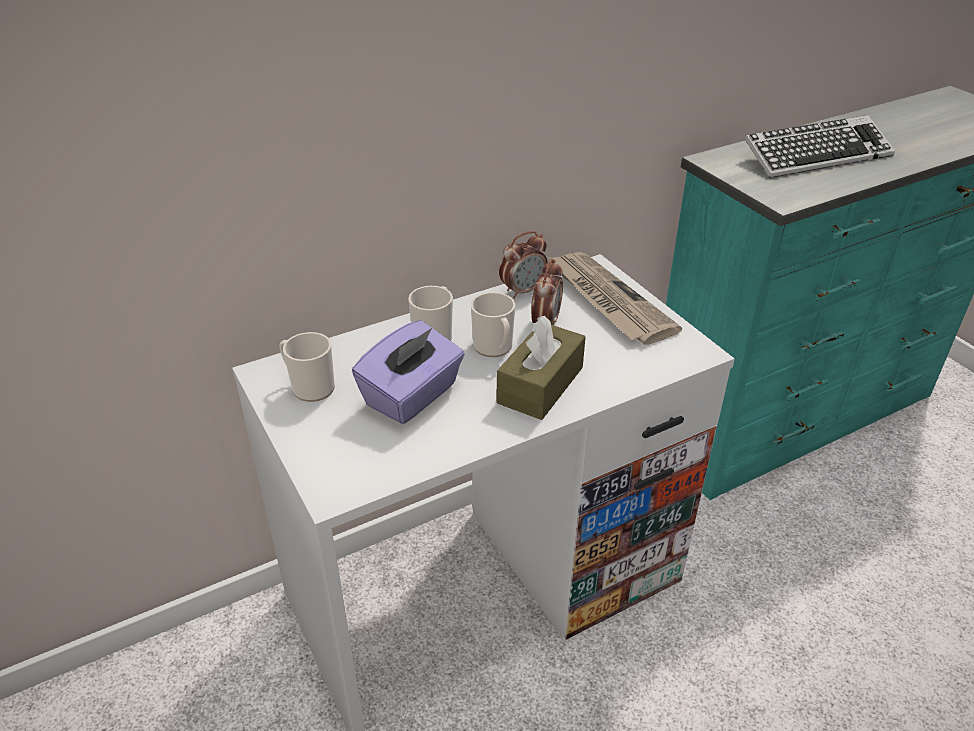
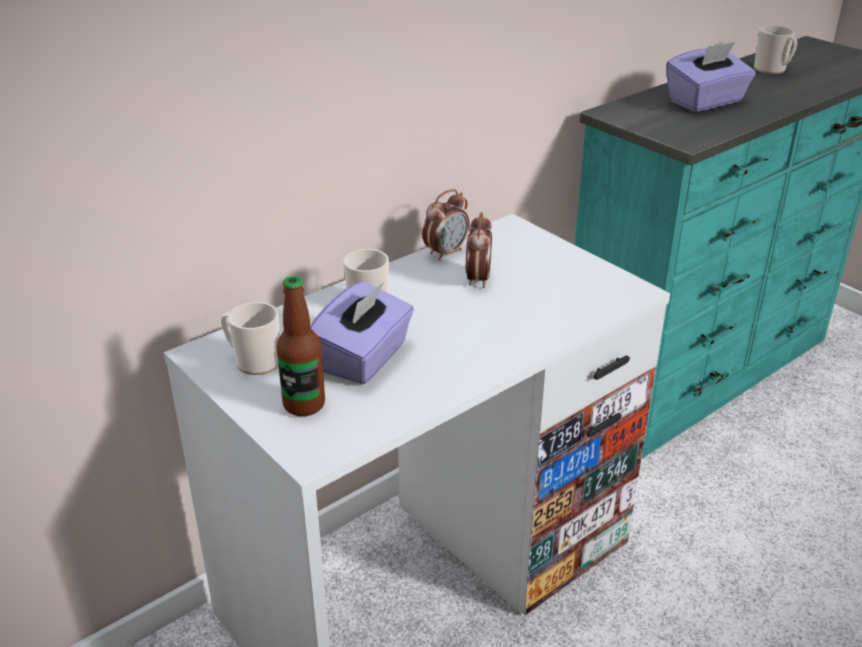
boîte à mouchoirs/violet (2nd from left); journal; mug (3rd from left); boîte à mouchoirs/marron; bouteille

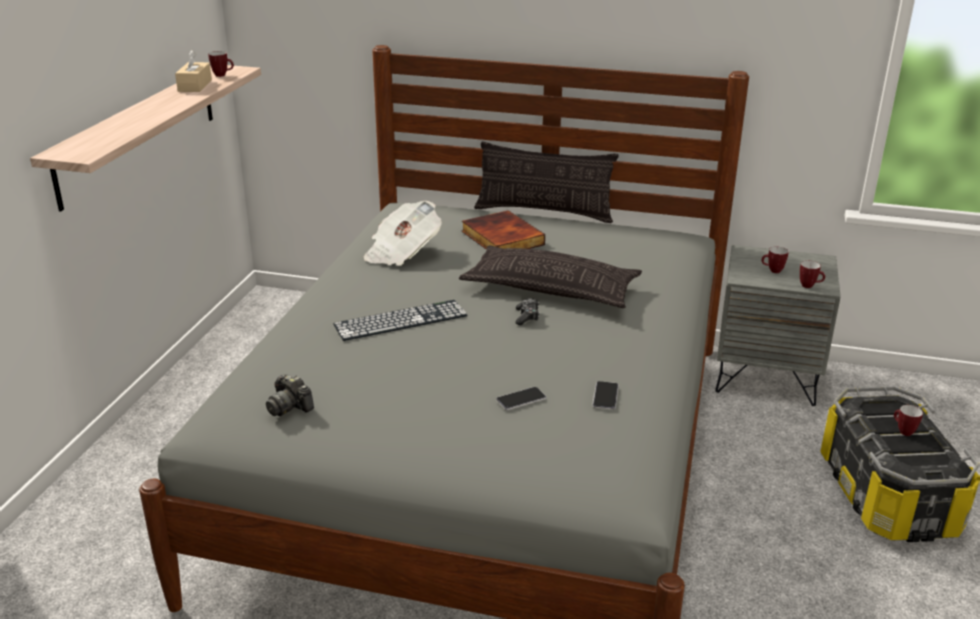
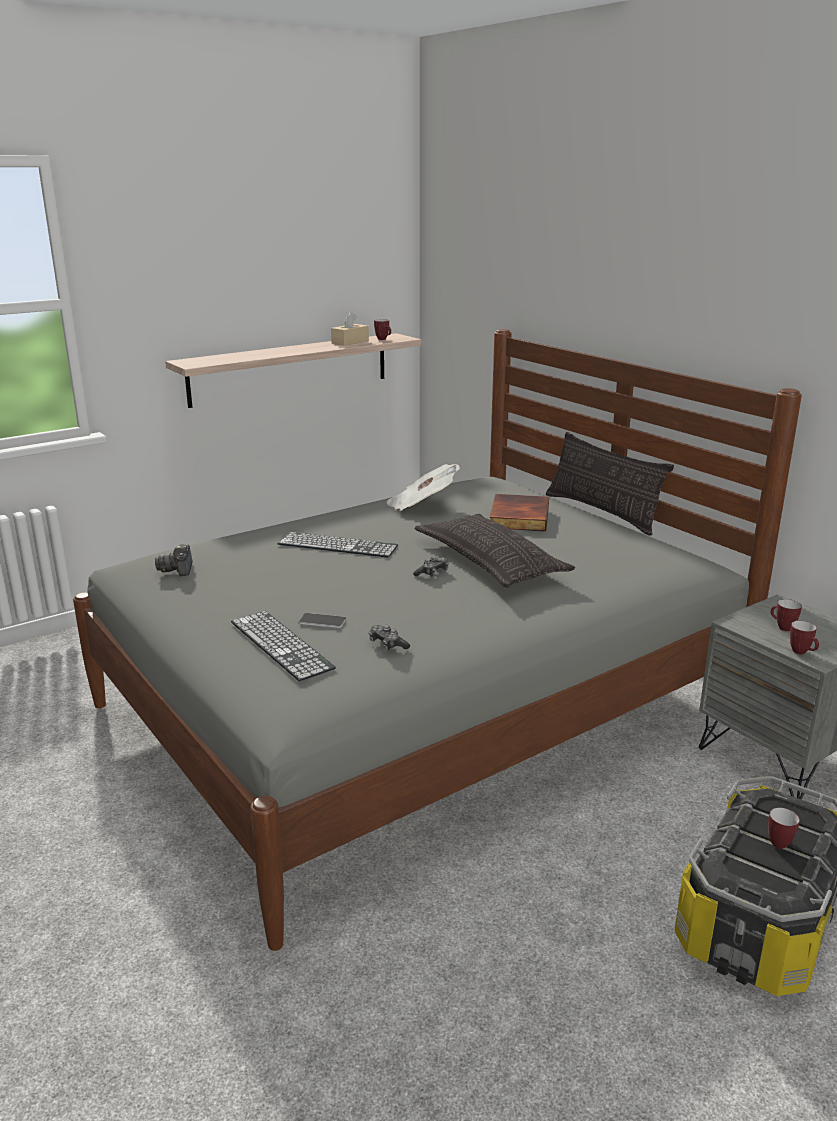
manette (1st from left); clavier (1st from left)

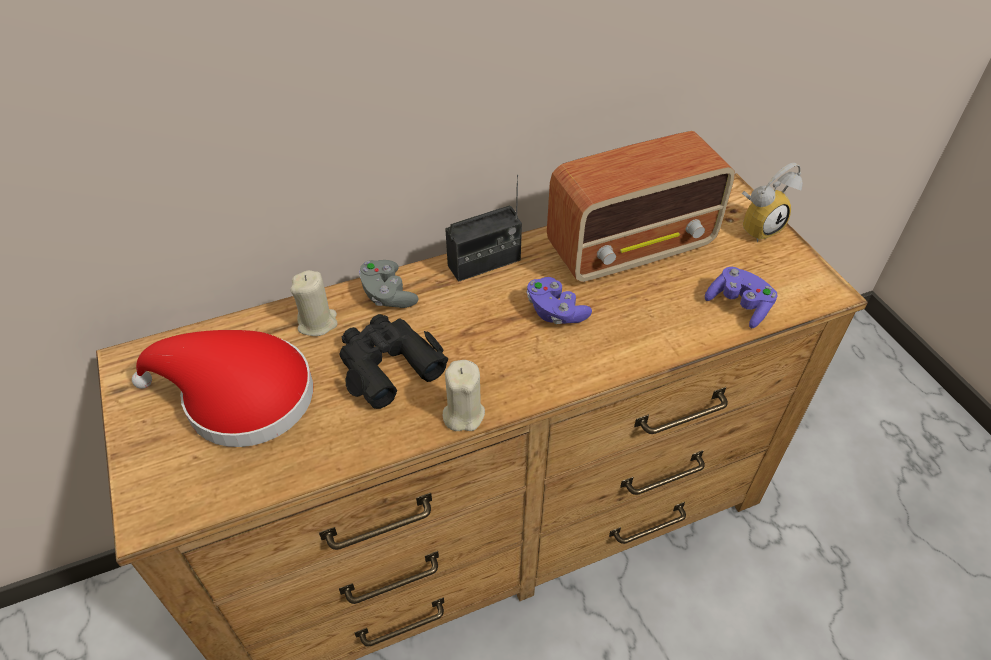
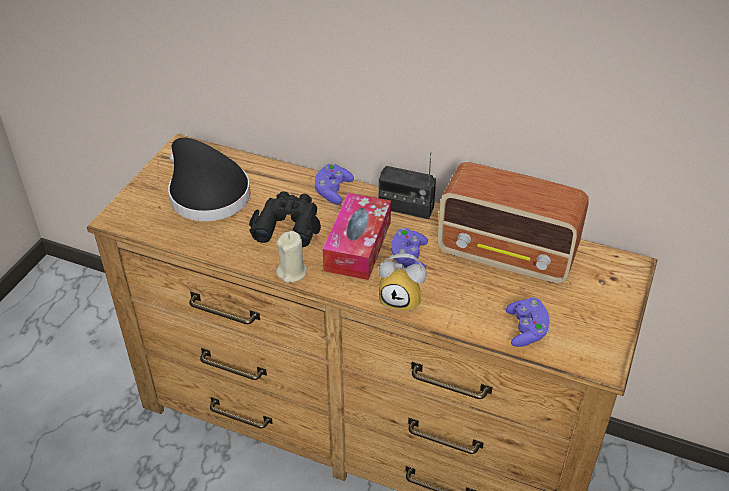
réveil; manette/violet (1st from left); bougie/beige (1st from left in the first image); chapeau/noir; boîte à mouchoirs

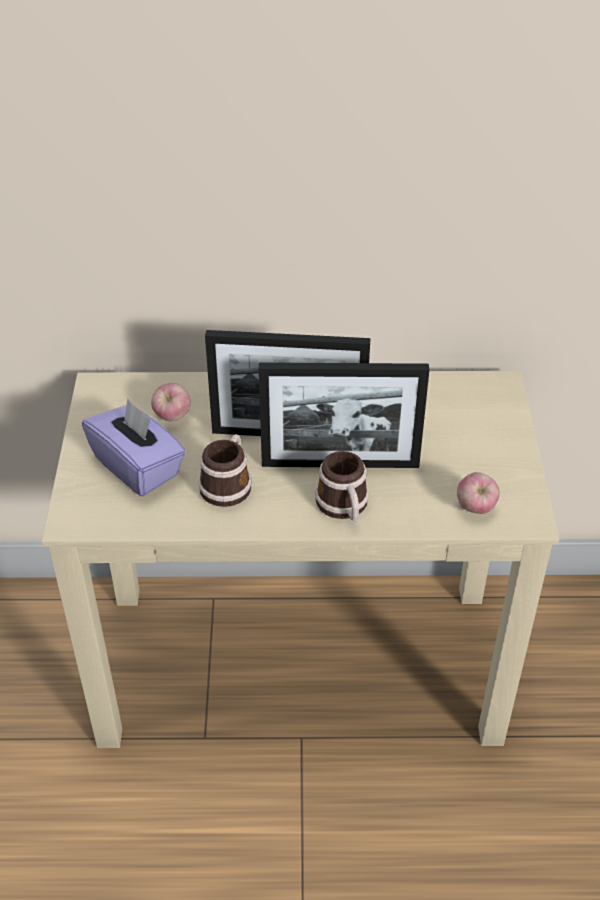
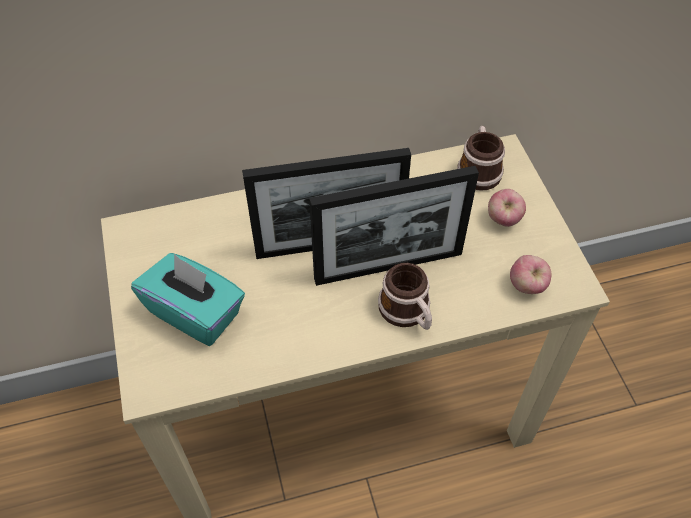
pomme (1st from left); boîte à mouchoirs/turquoise; mug (2nd from left)

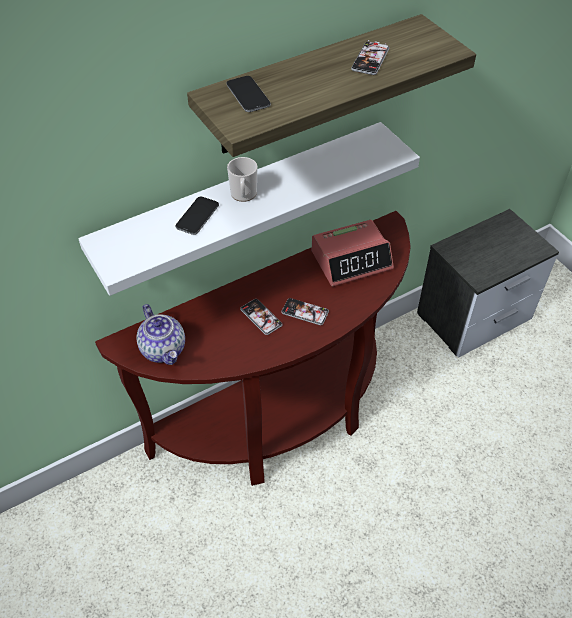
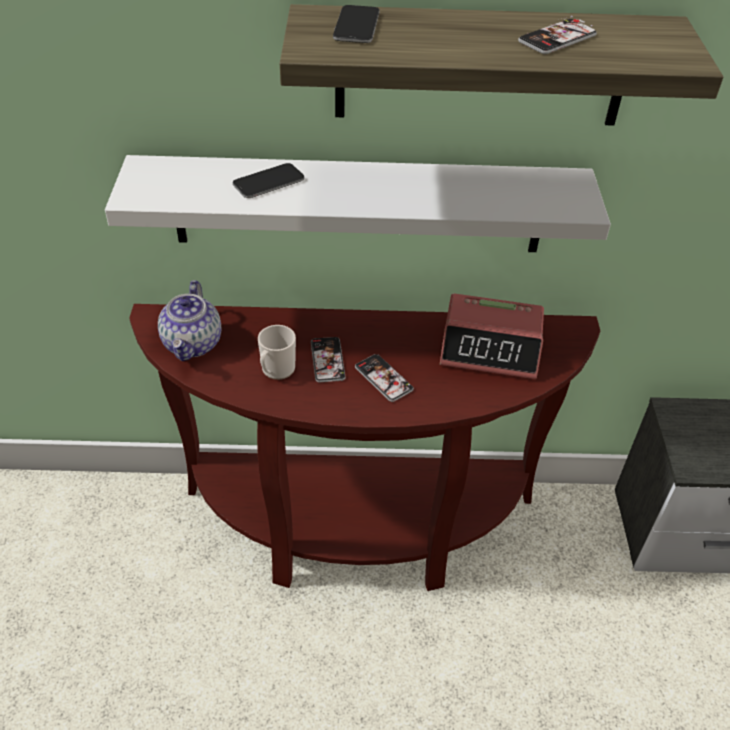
mug

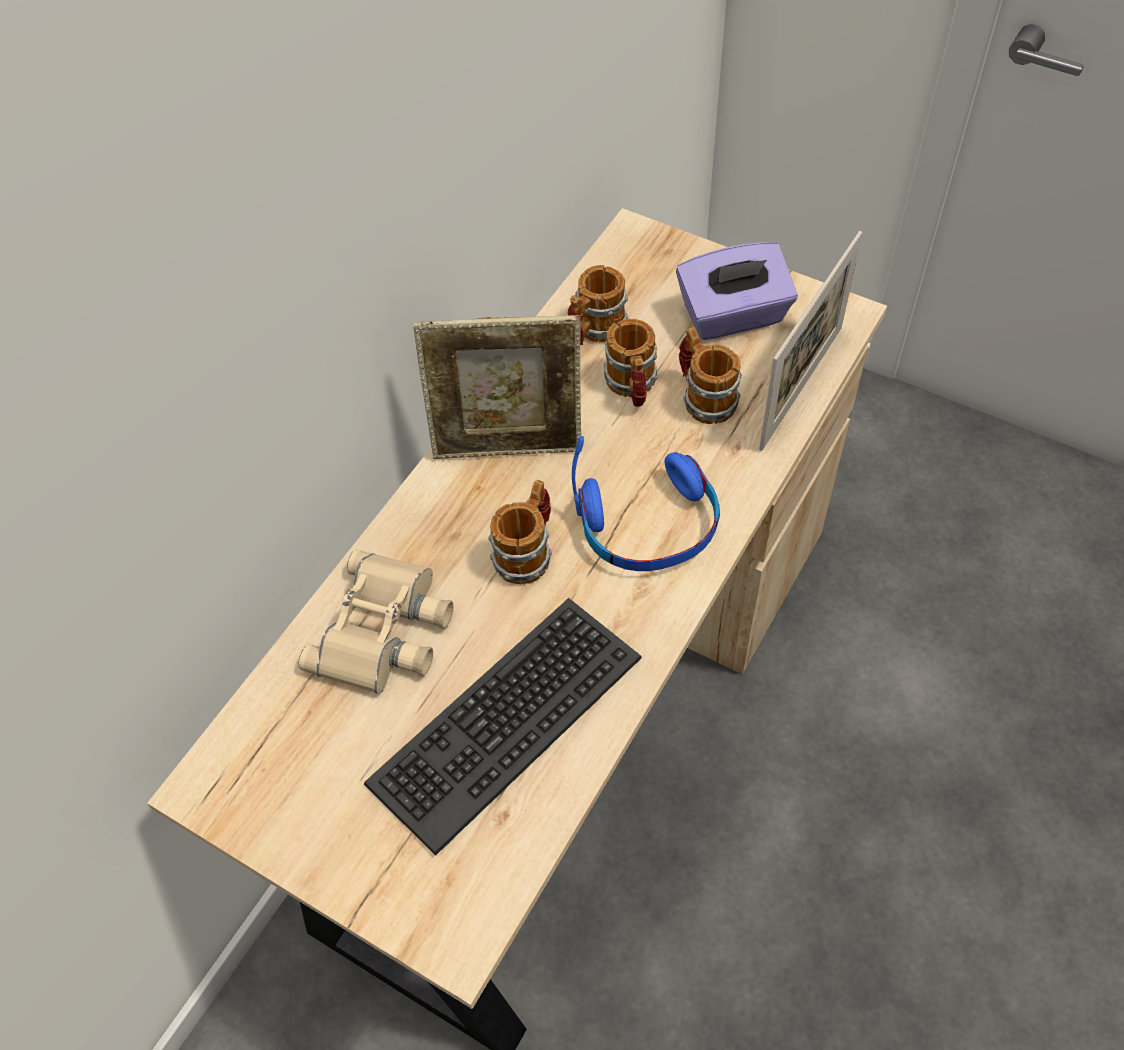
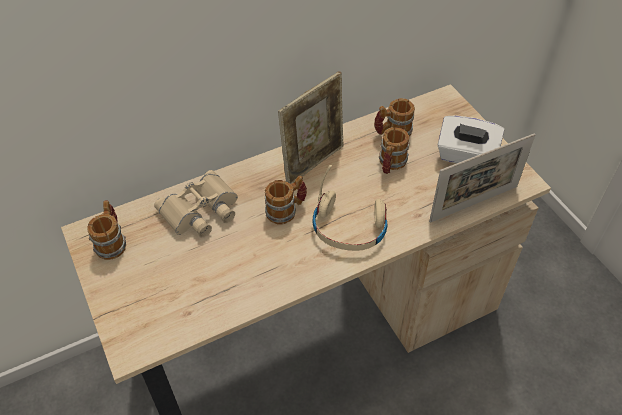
boîte à mouchoirs/blanc; cadre photo (1st from left); mug (1st from left); casque audio/beige; clavier

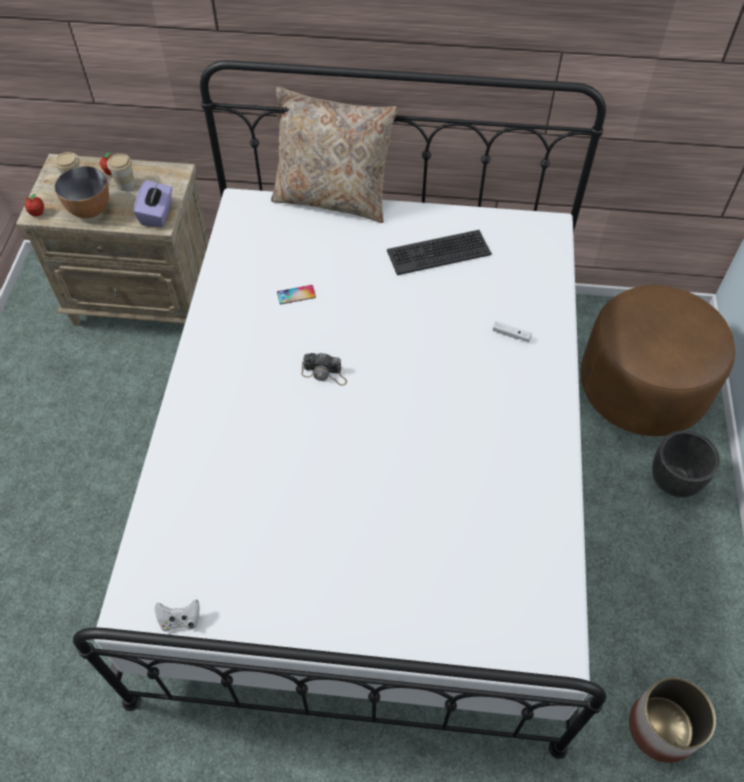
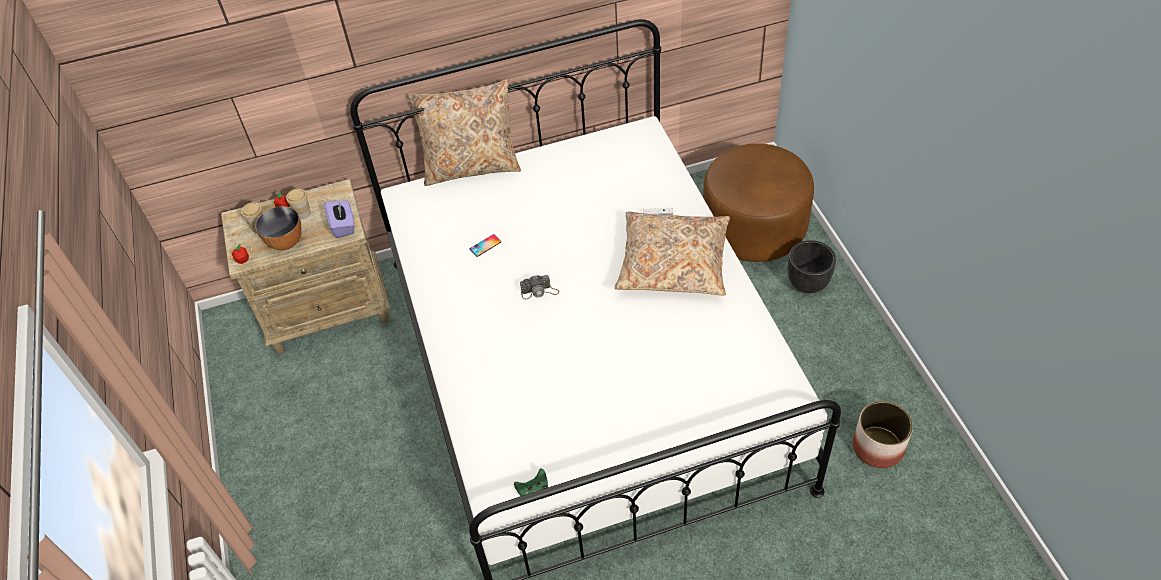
clavier; manette/vert; coussin/beige (2nd from left)

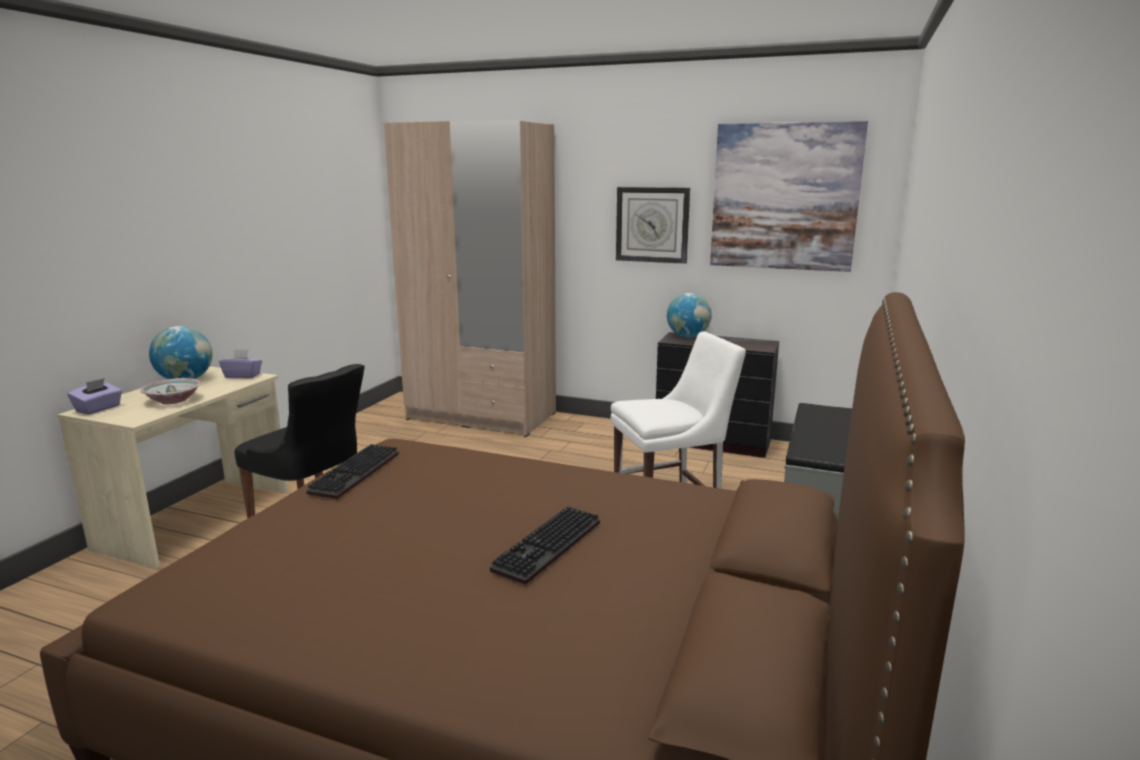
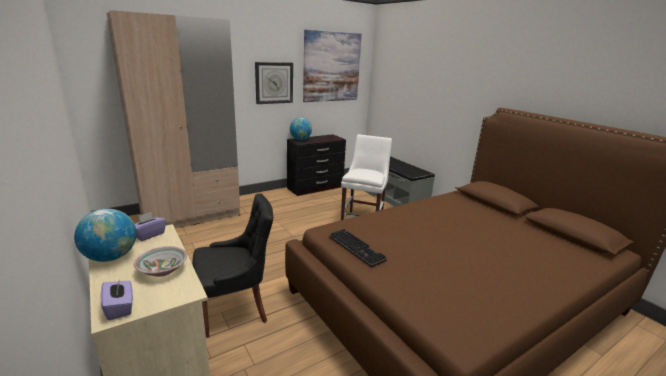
clavier (2nd from left in the first image)

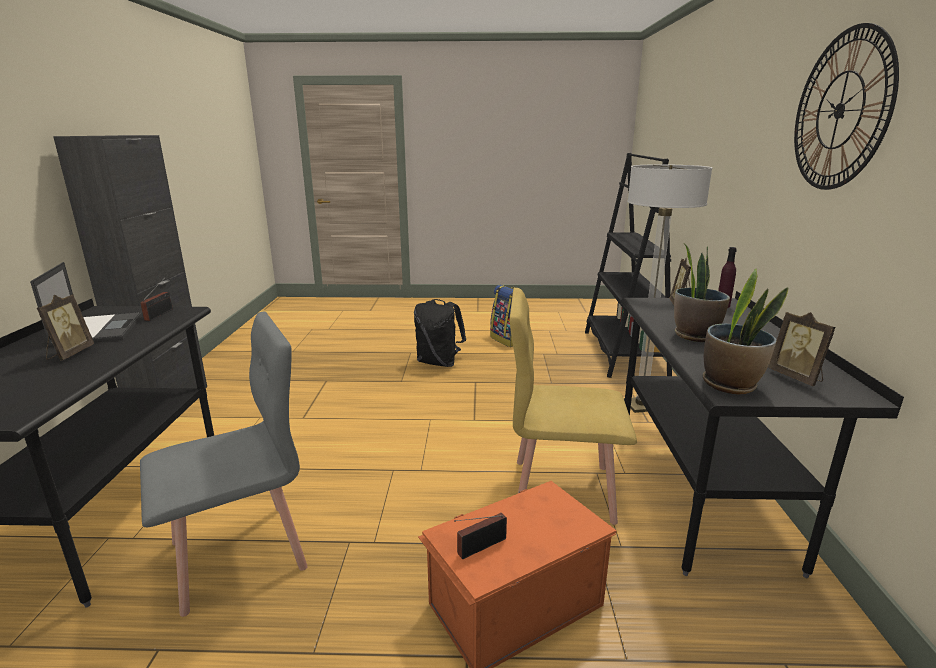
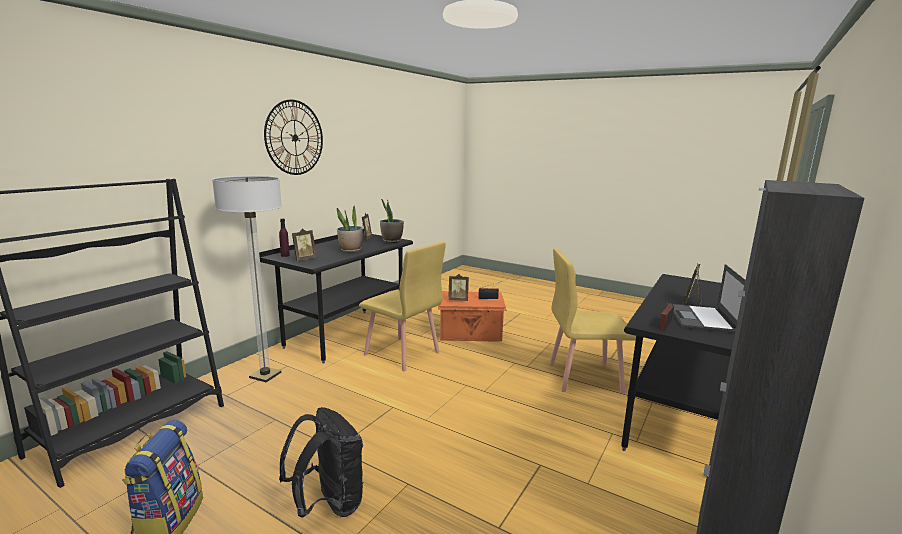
chaise/jaune (2nd from left); cadre photo (3rd from left)

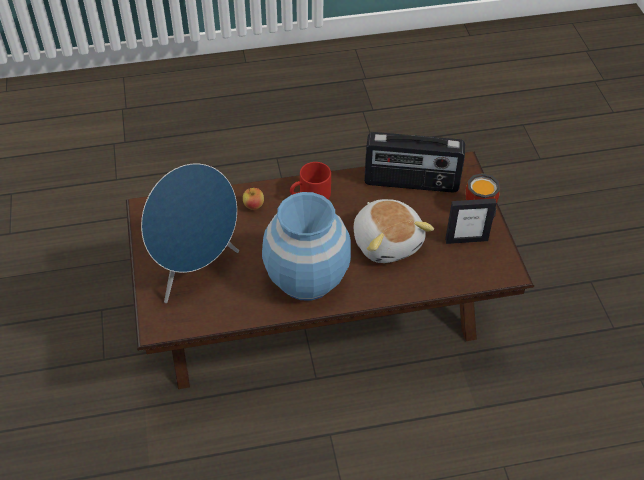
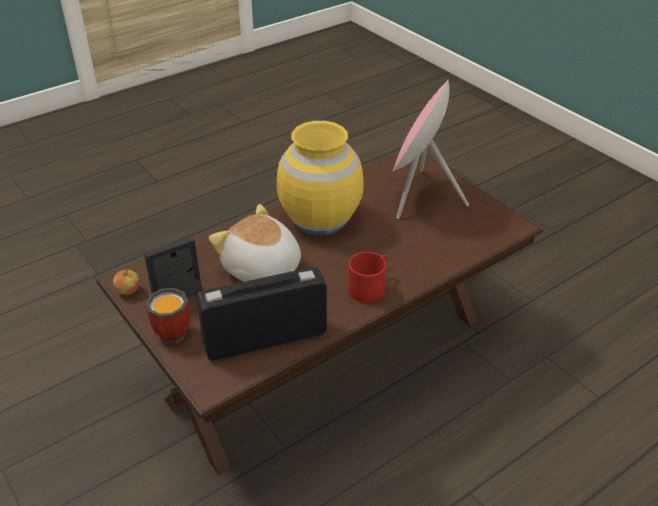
enceinte/rose; pomme; vase/jaune

